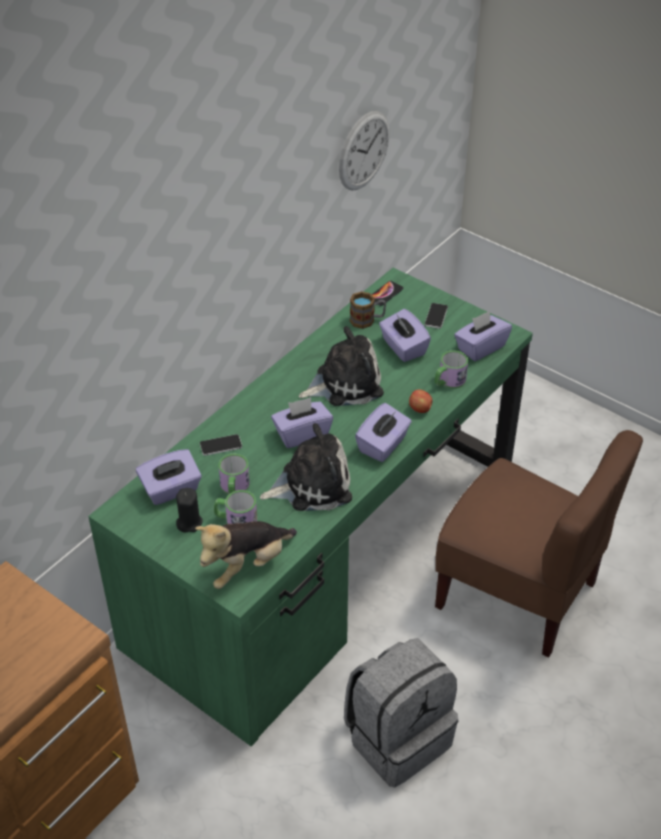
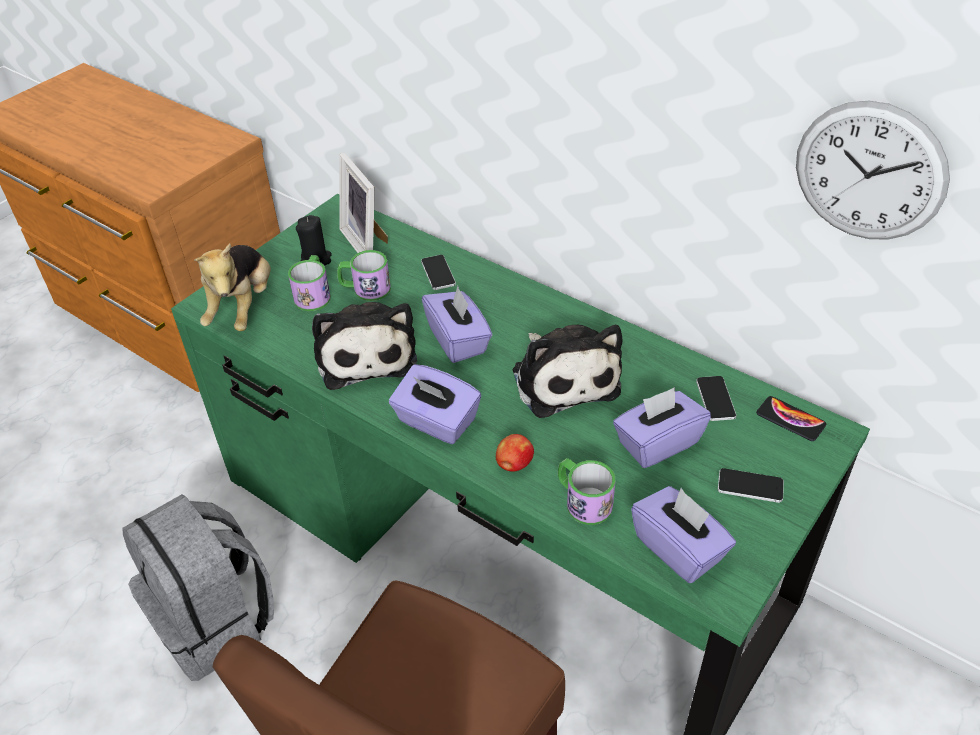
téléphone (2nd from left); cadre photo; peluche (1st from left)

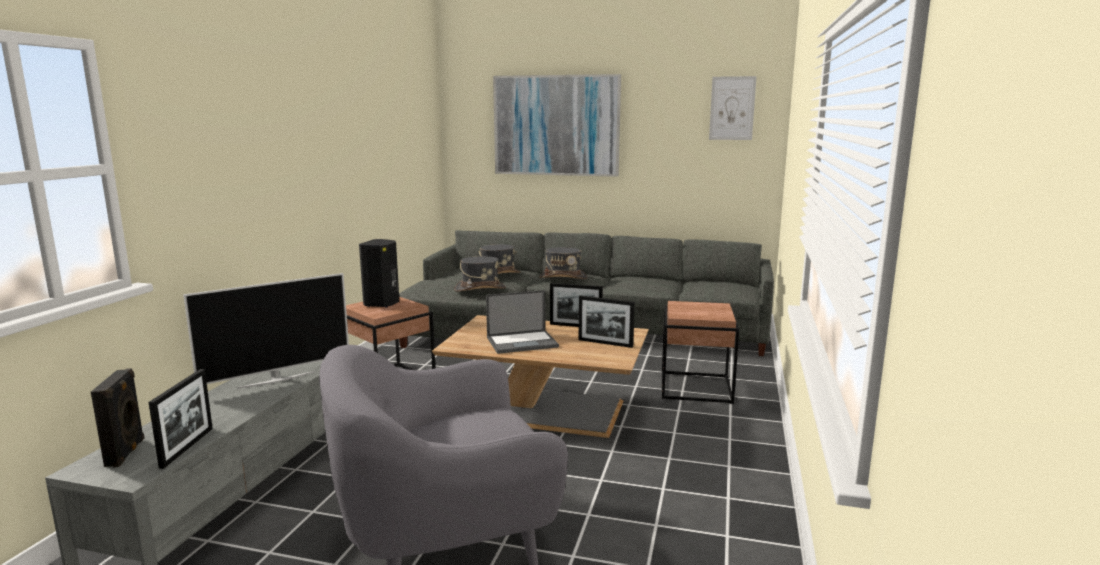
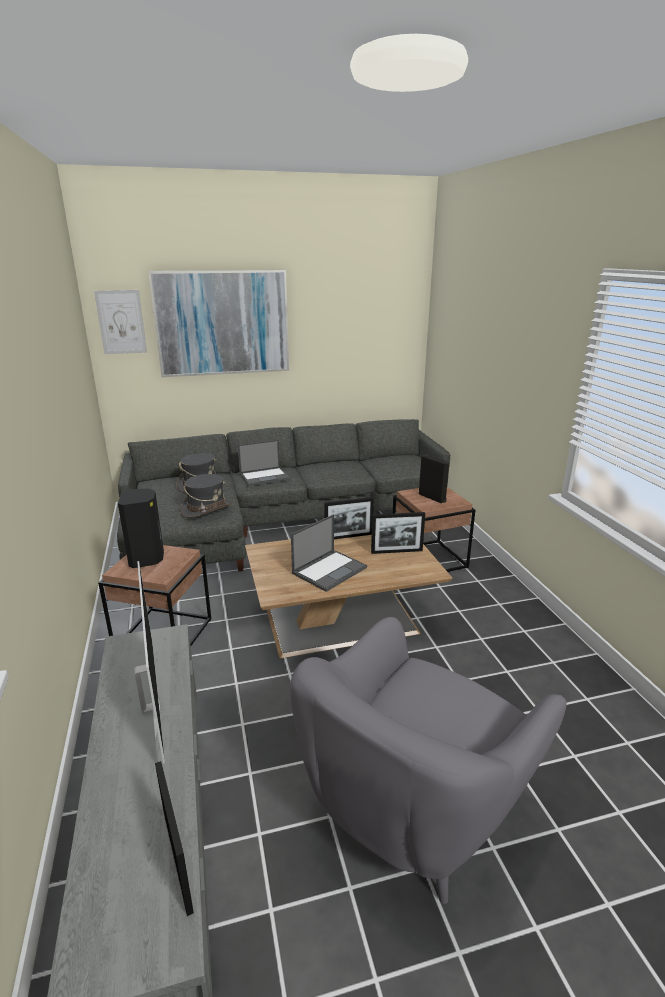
tableau (1st from left); ordinateur portable (1st from left); téléviseur; enceinte/noir (2nd from left)

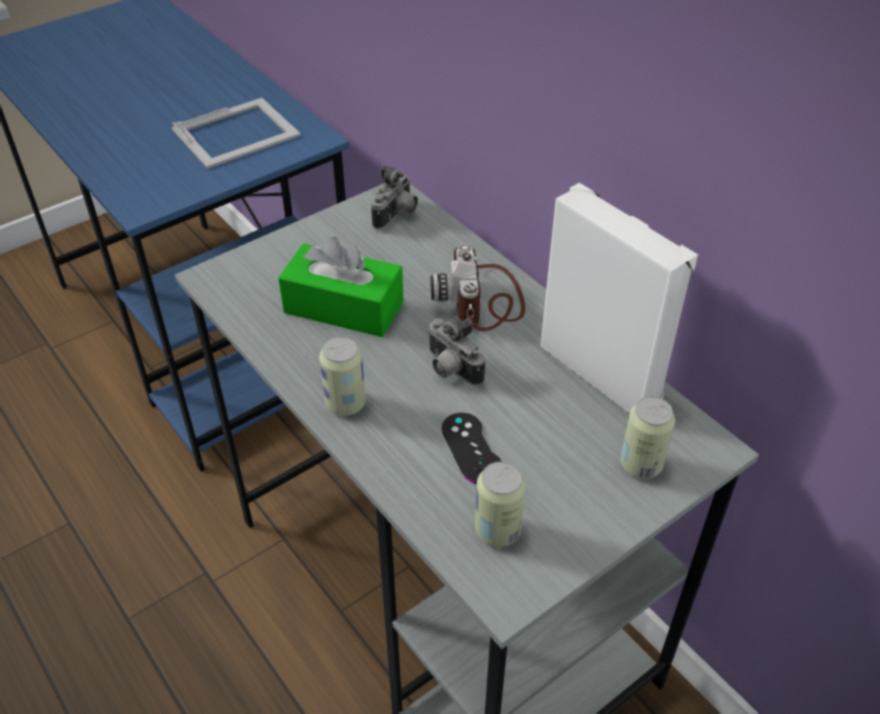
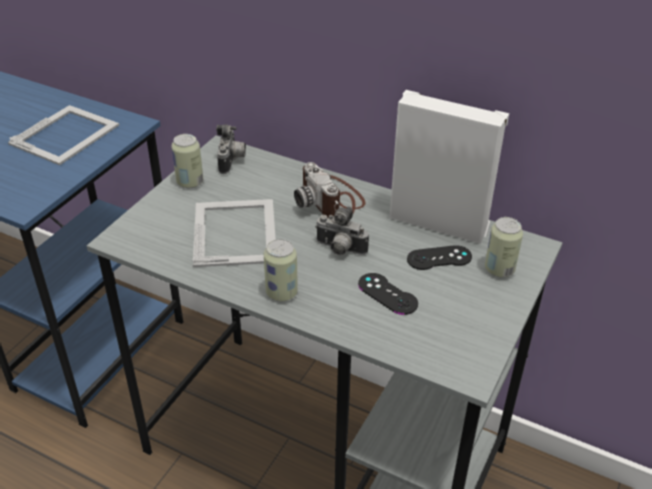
cadre photo (2nd from left); boîte métallique (1st from left); manette/noir (2nd from left)

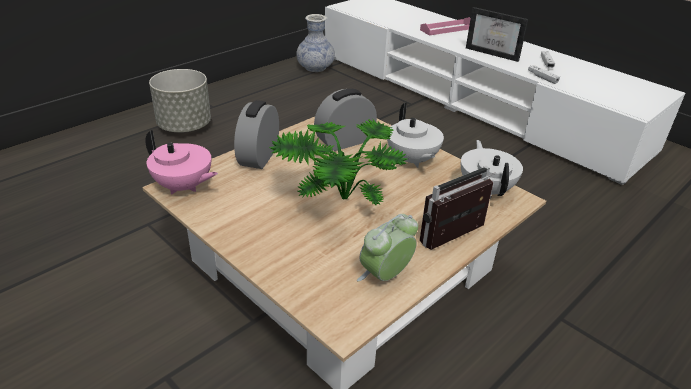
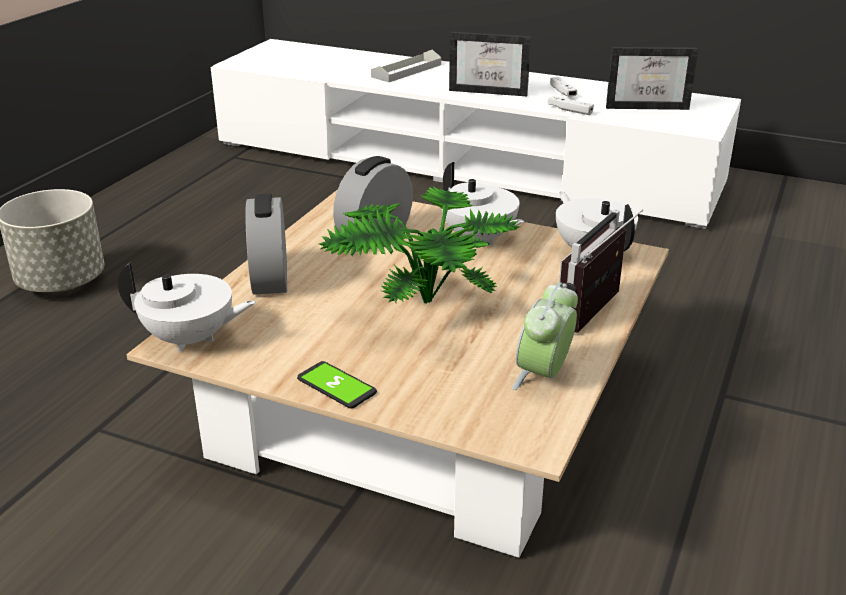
vase; plateau/gris; théière/blanc (1st from left); cadre photo (2nd from left); téléphone

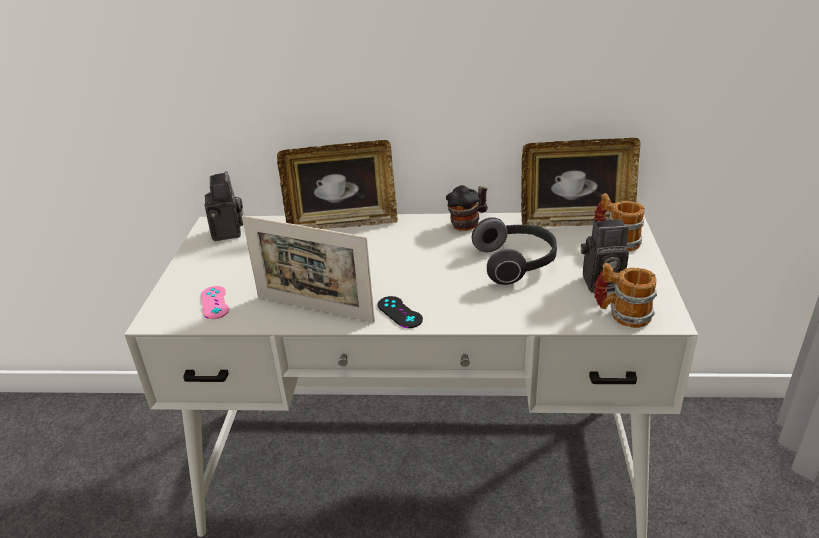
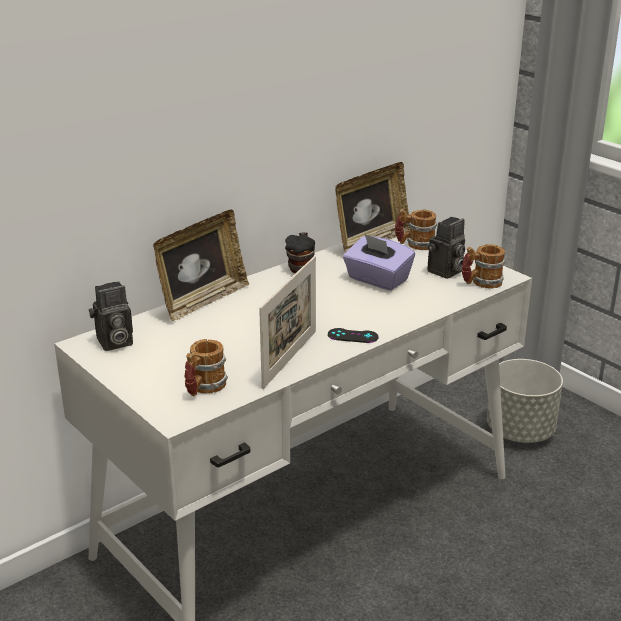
appareil photo (1st from left); cadre photo (2nd from left); boîte à mouchoirs/violet; mug (1st from left); cache-pot/gris

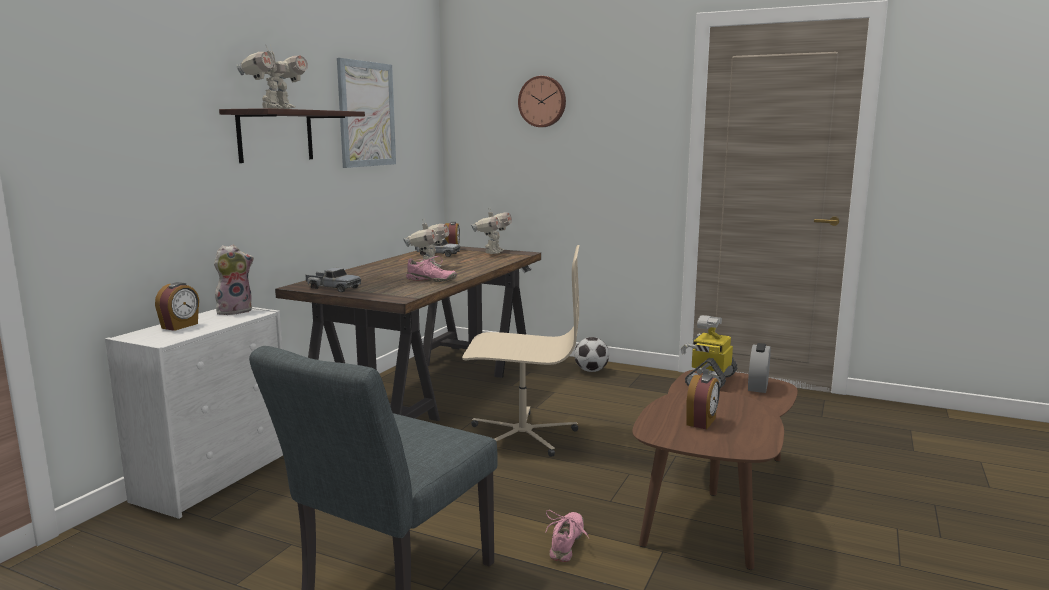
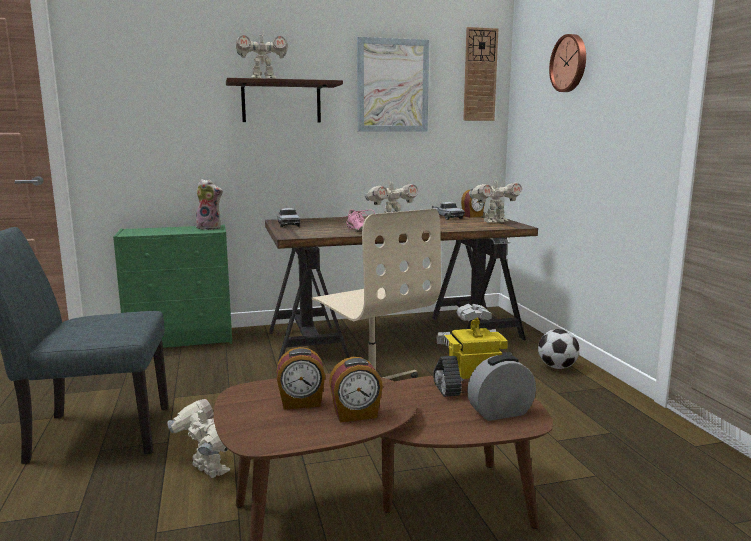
réveil (2nd from left); commode/vert; robot jouet (1st from left); horloge murale (1st from left)

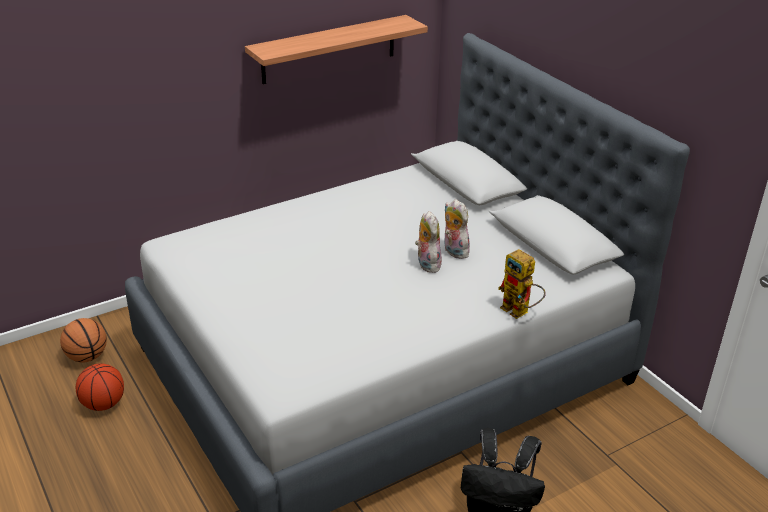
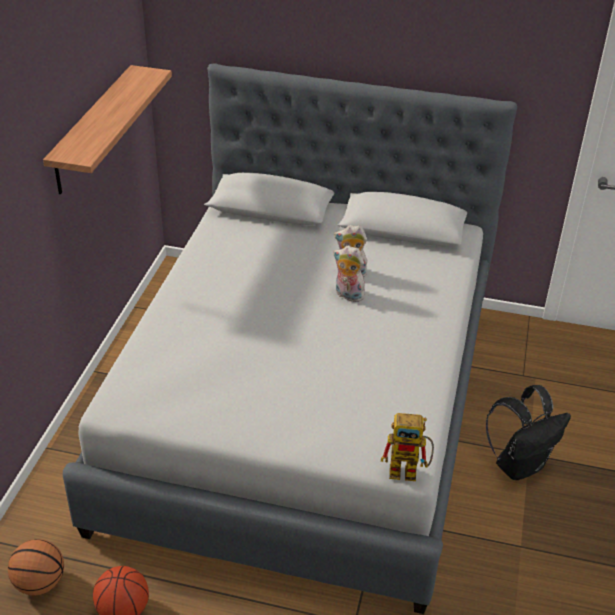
robot jouet

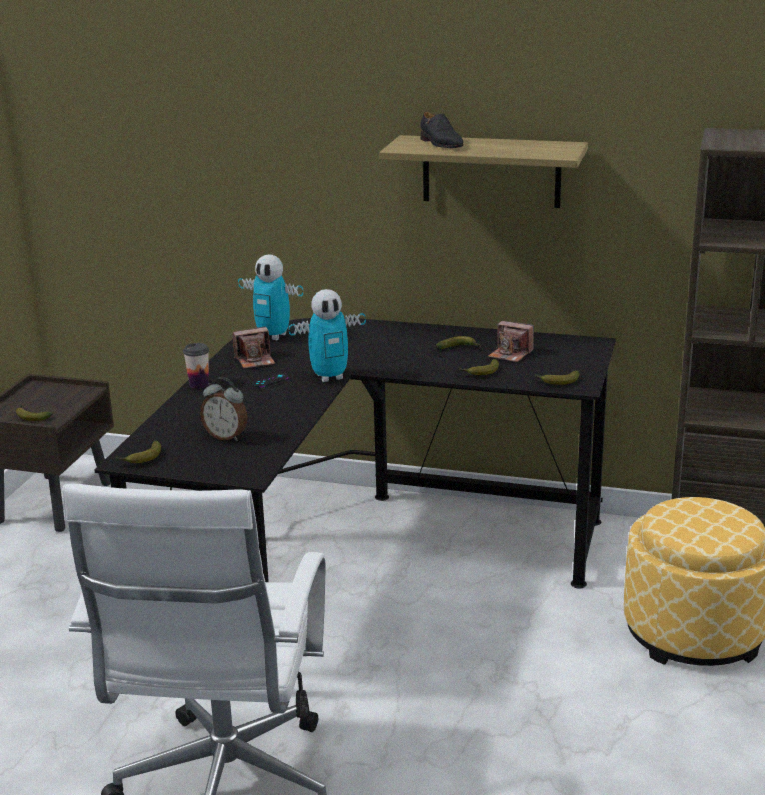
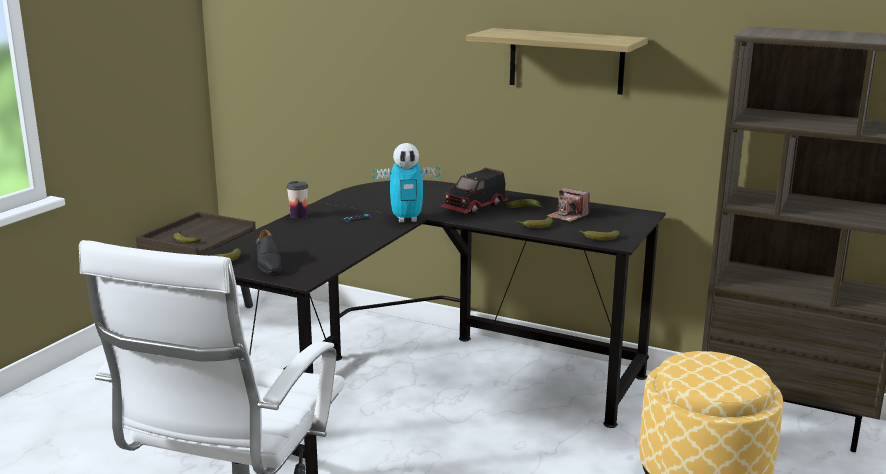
chaussure/noir; robot jouet (1st from left in the first image); appareil photo (1st from left in the first image); réveil; camion jouet

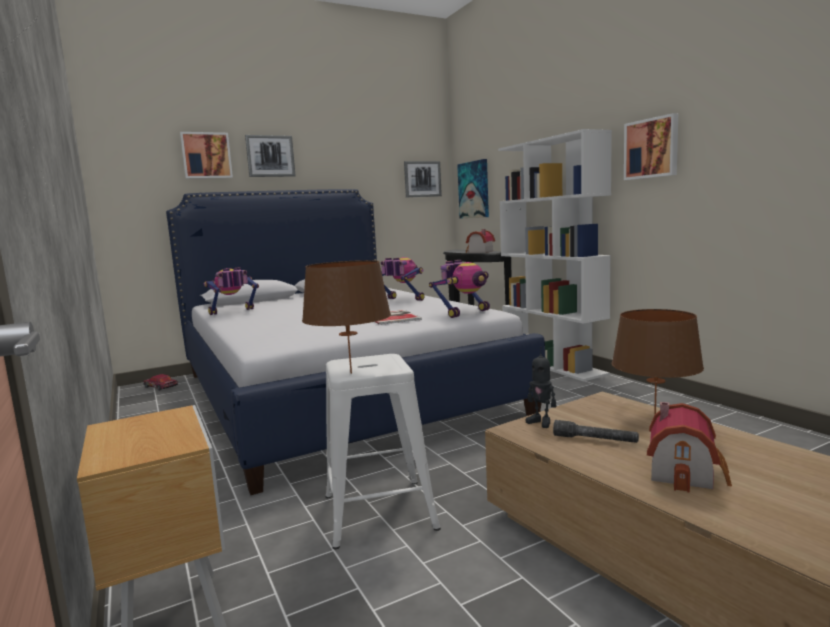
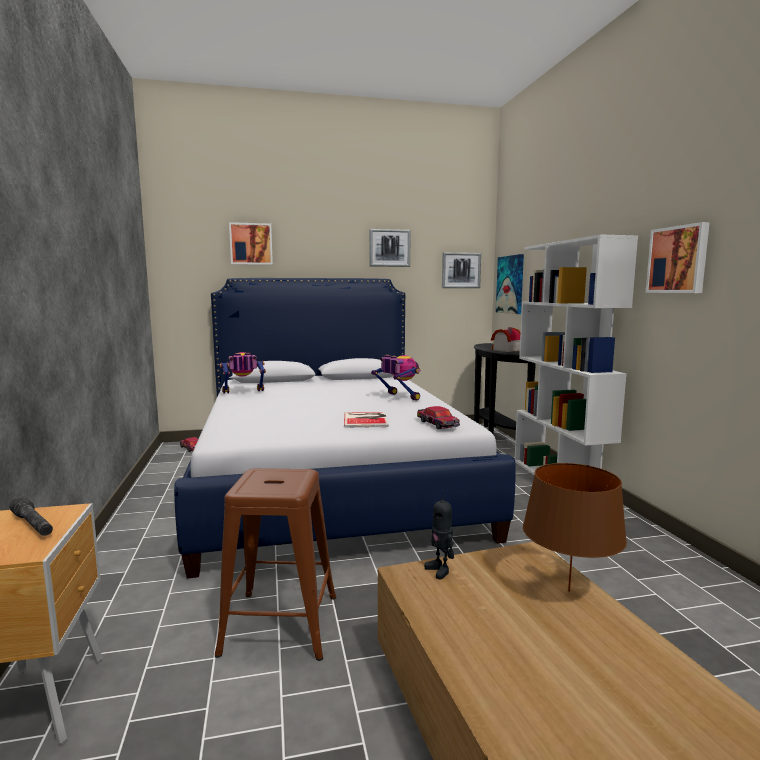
tableau (2nd from left); lampe de table/marron (1st from left in the first image); petite voiture (2nd from left); tabouret/marron; maison miniature (2nd from left in the first image); lampe de poche/gris

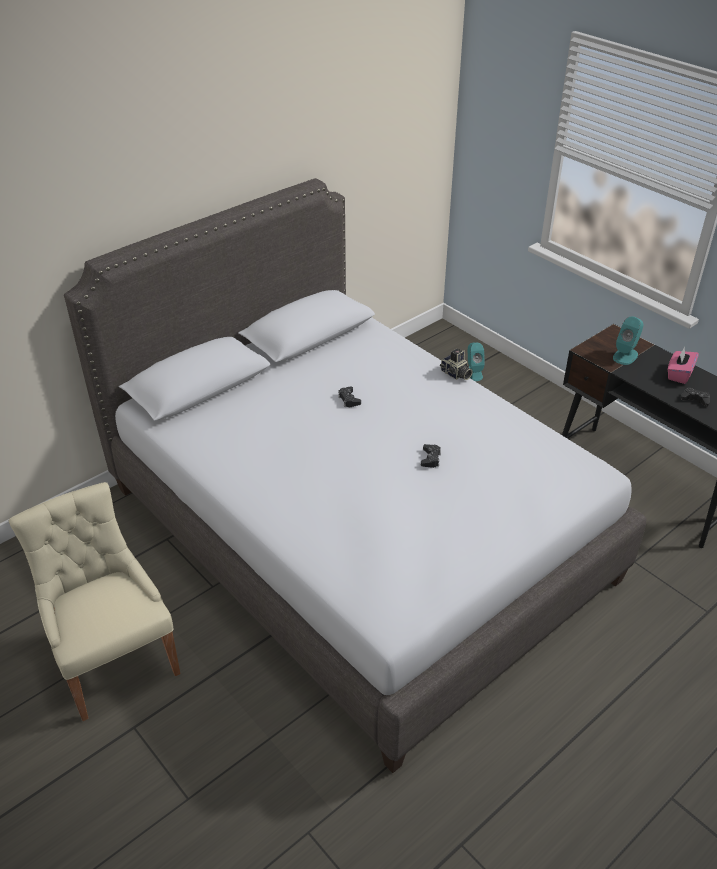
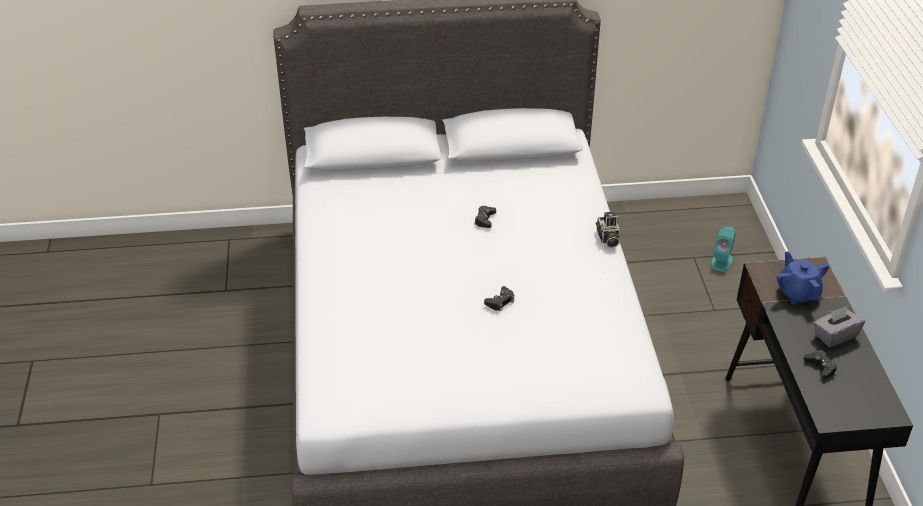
théière/bleu; boîte à mouchoirs/gris; chaise/beige

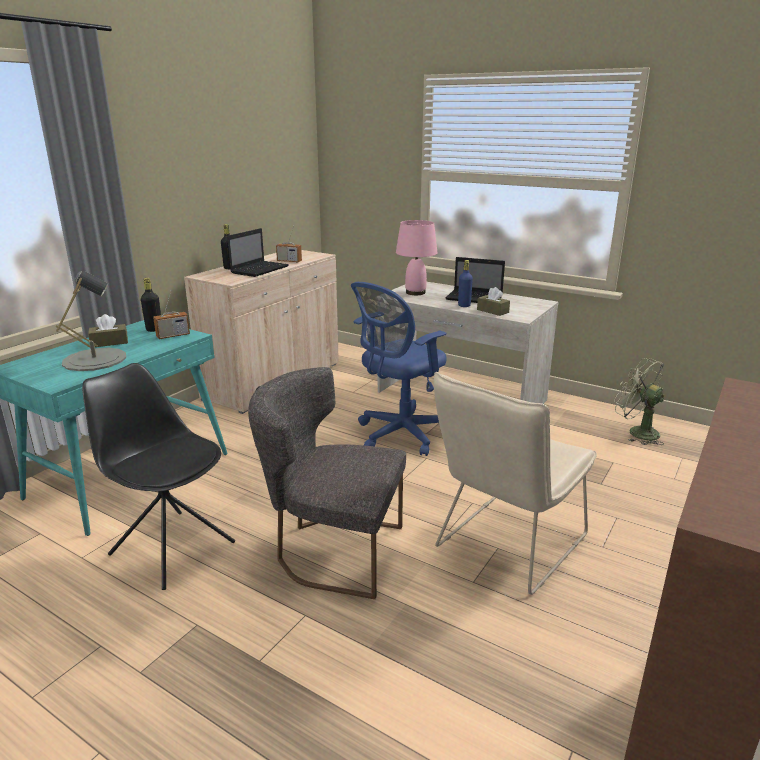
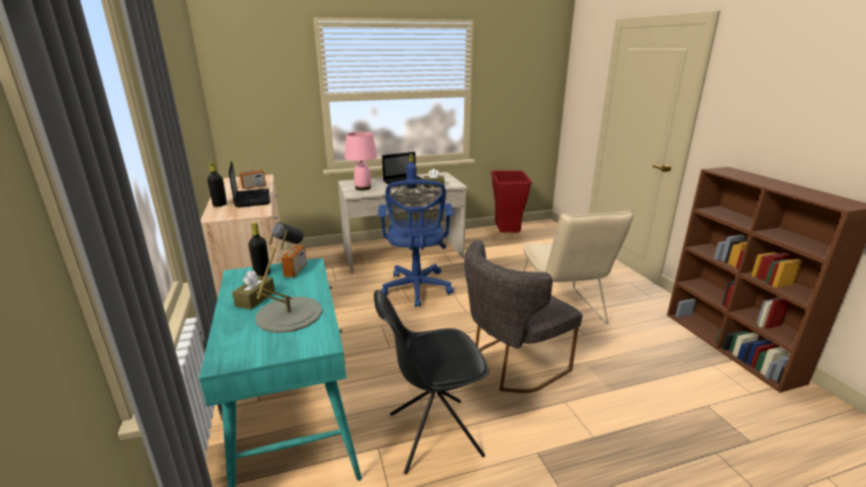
poubelle/rouge

